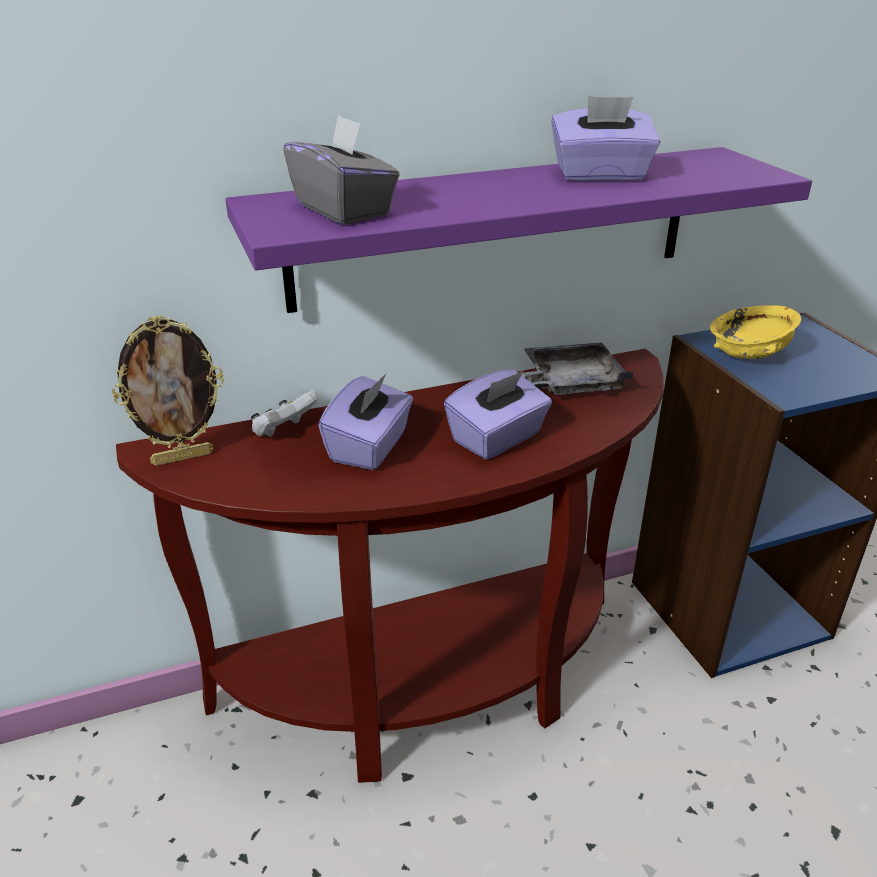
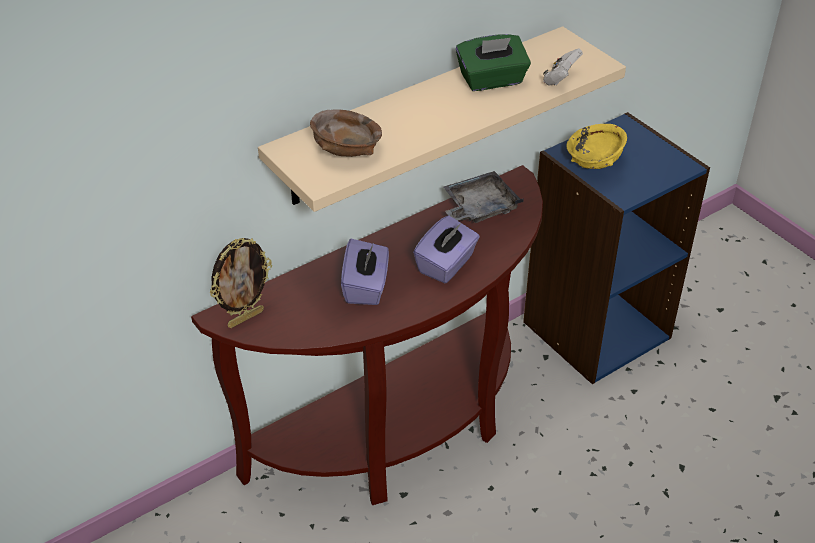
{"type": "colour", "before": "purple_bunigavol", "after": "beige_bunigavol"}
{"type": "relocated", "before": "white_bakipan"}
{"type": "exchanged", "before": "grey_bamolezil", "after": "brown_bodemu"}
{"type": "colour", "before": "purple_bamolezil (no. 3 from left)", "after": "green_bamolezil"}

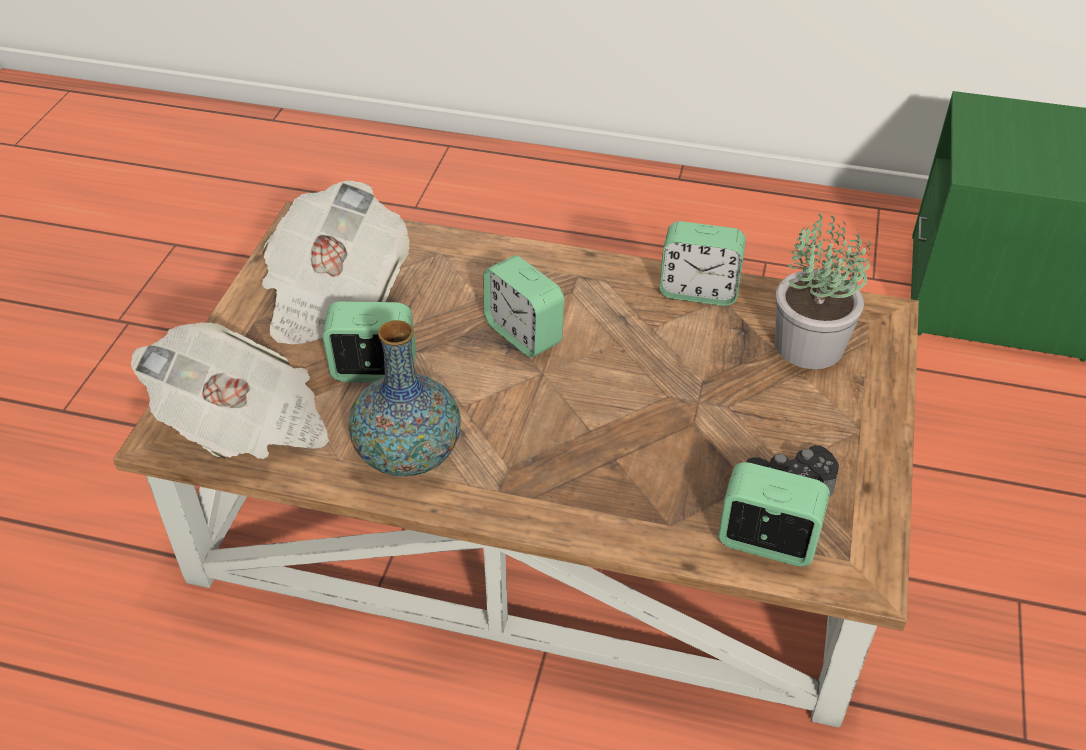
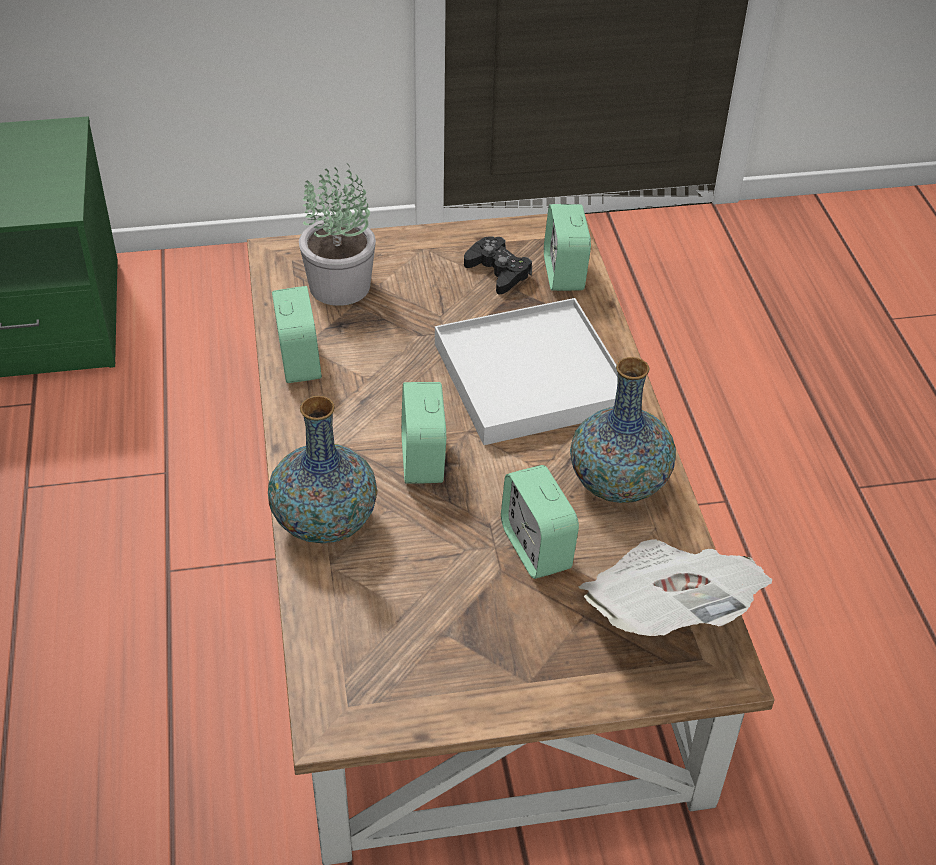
{"type": "missing", "before": "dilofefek (no. 2 from left)"}
{"type": "spun", "before": "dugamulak (no. 2 from left)", "turn": 150}
{"type": "appeared", "after": "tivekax (no. 1 from left)"}
{"type": "appeared", "after": "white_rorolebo"}

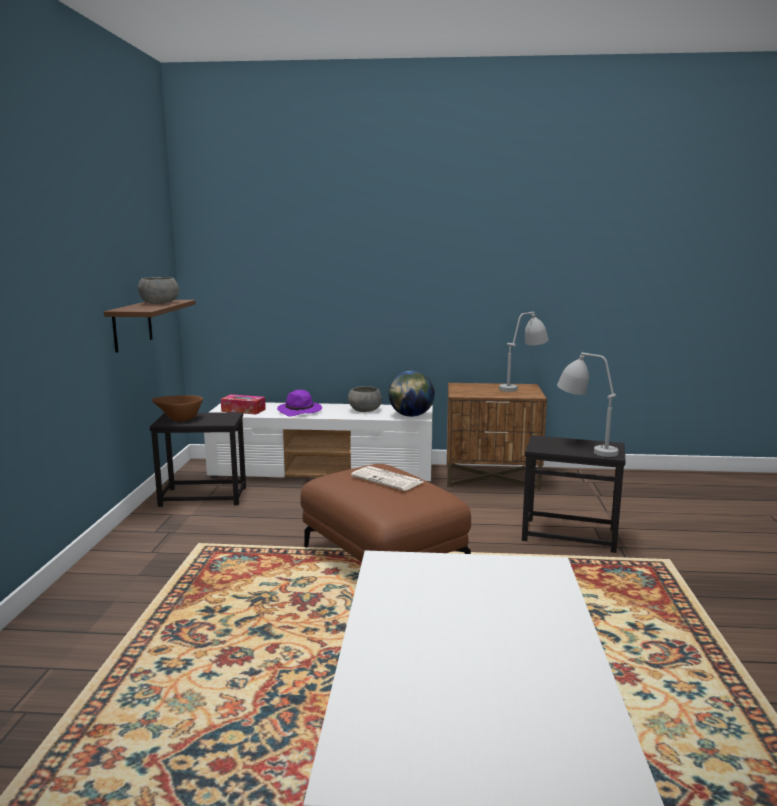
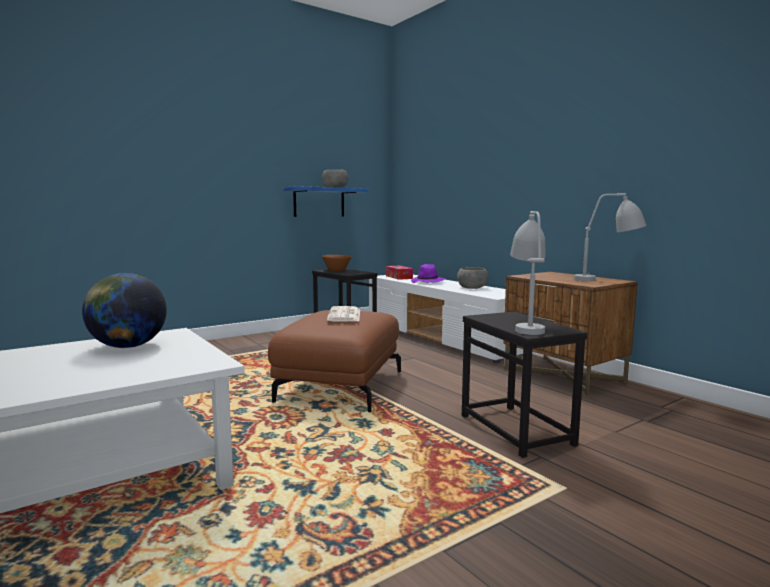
{"type": "colour", "before": "brown_bunigavol", "after": "blue_bunigavol"}
{"type": "relocated", "before": "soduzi"}

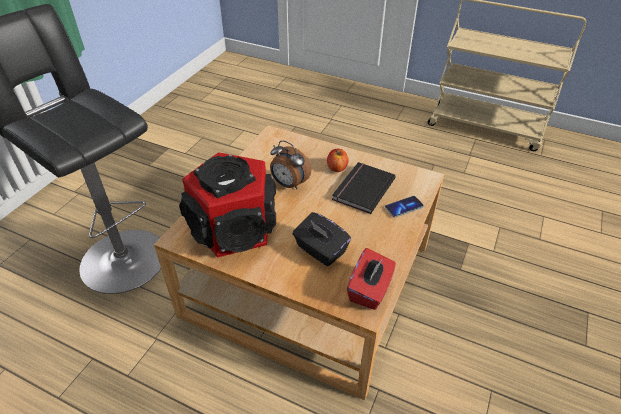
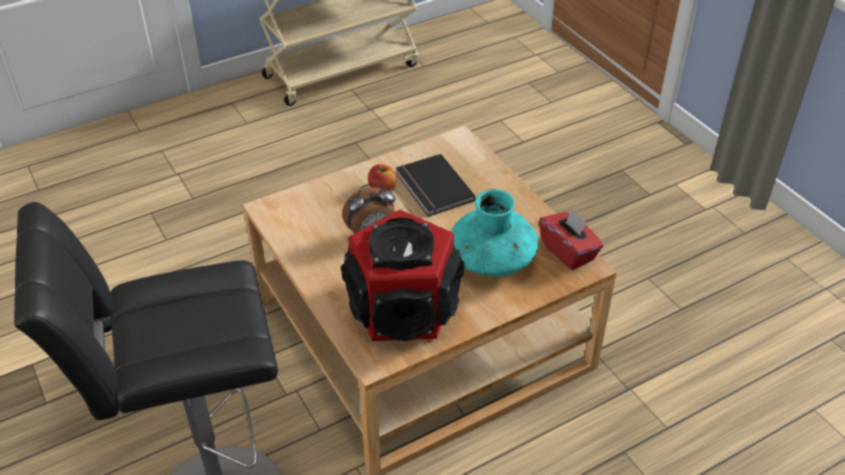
{"type": "exchanged", "before": "black_bamolezil", "after": "turquoise_tivekax"}
{"type": "missing", "before": "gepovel"}

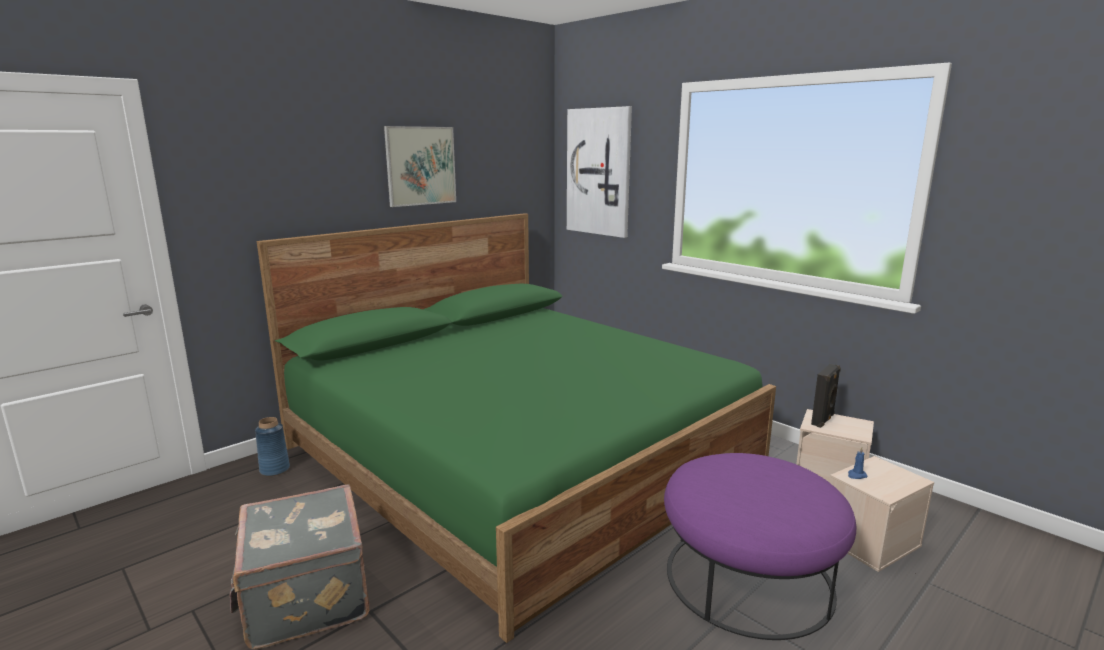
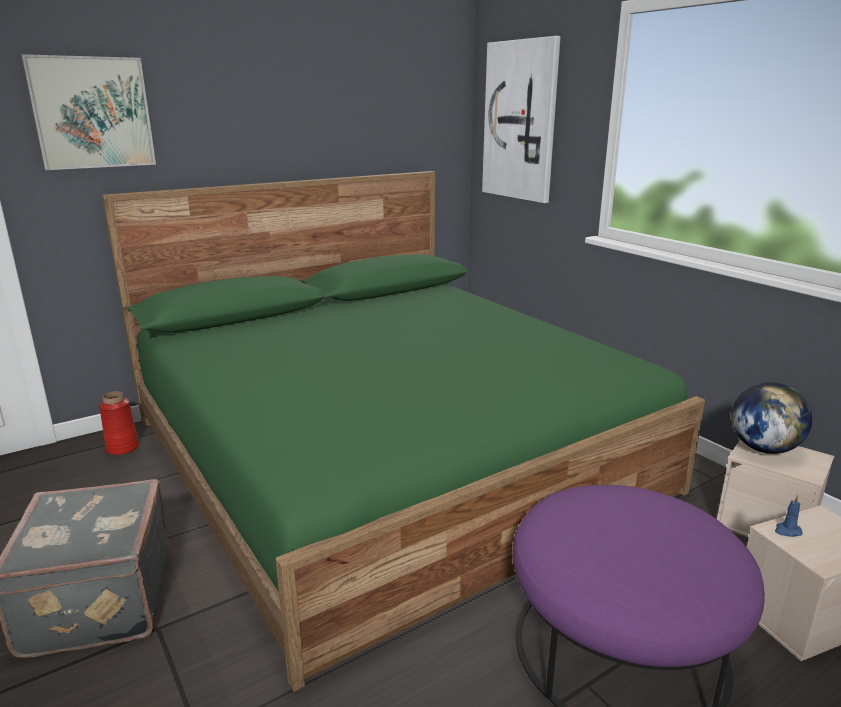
{"type": "colour", "before": "blue_tivekax", "after": "red_tivekax"}
{"type": "relocated", "before": "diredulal (no. 1 from left)"}
{"type": "exchanged", "before": "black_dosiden", "after": "soduzi"}

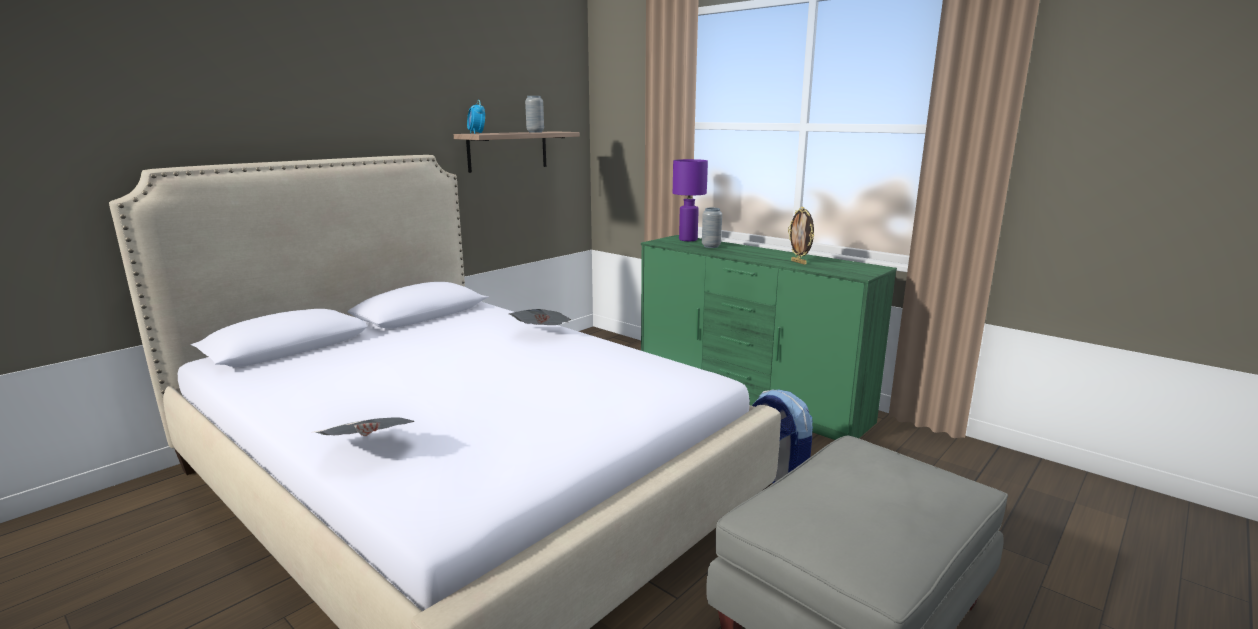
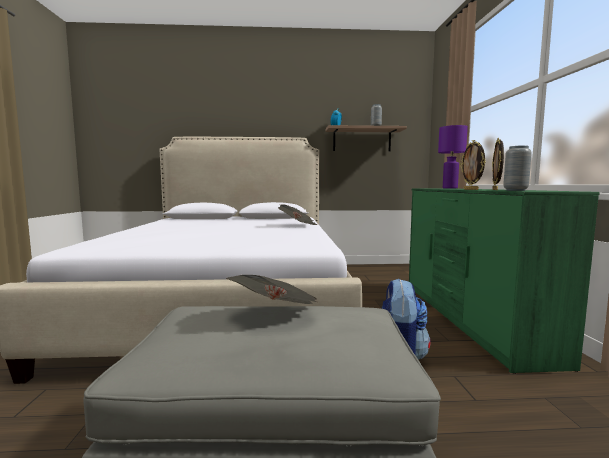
{"type": "relocated", "before": "dilofefek (no. 1 from left)"}
{"type": "relocated", "before": "grey_tivekax (no. 2 from left)"}
{"type": "appeared", "after": "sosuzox (no. 1 from left)"}

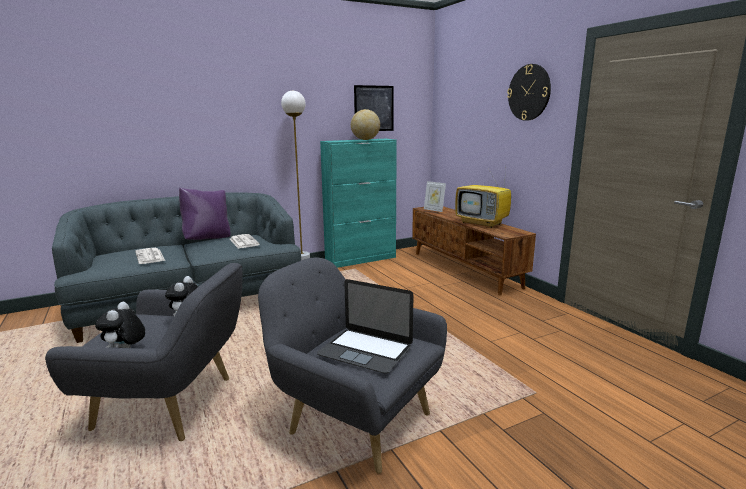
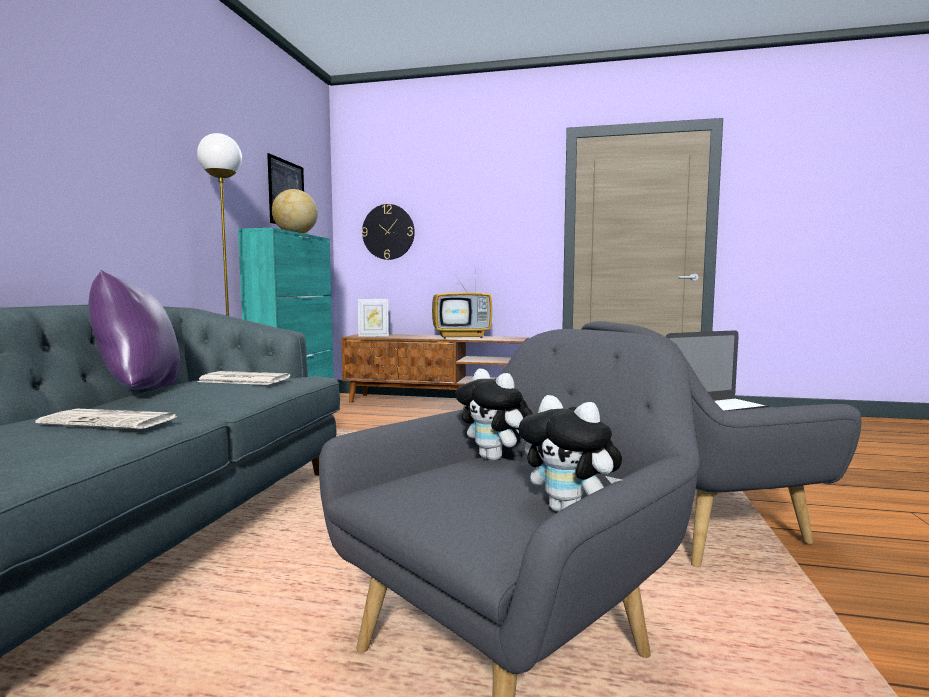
{"type": "relocated", "before": "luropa"}

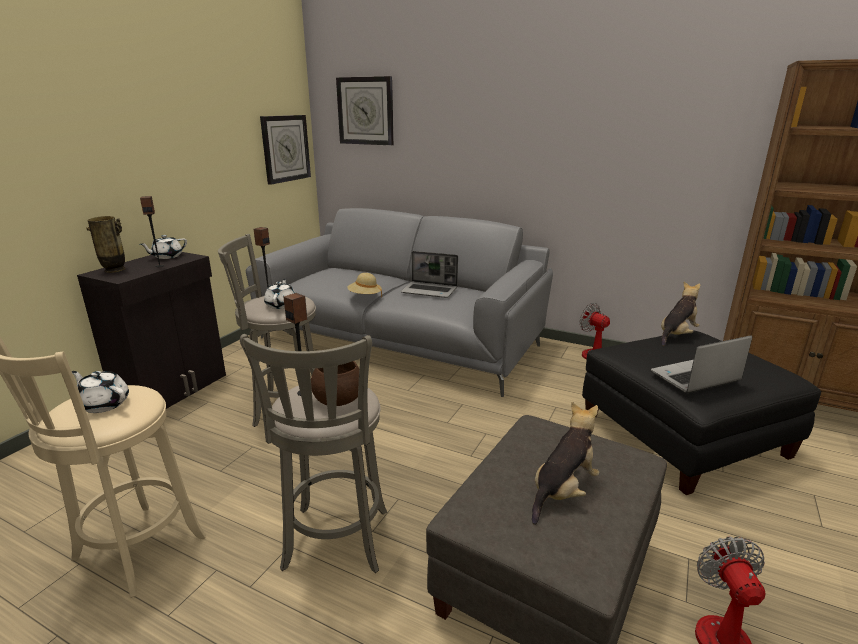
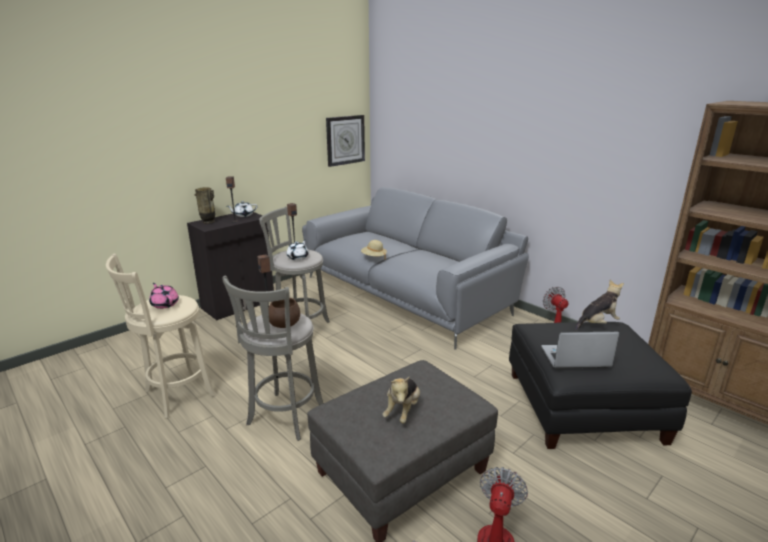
{"type": "colour", "before": "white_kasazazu (no. 1 from left)", "after": "pink_kasazazu"}
{"type": "missing", "before": "luropa (no. 2 from left)"}
{"type": "missing", "before": "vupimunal (no. 1 from left)"}
{"type": "spun", "before": "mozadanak (no. 1 from left)", "turn": 135}

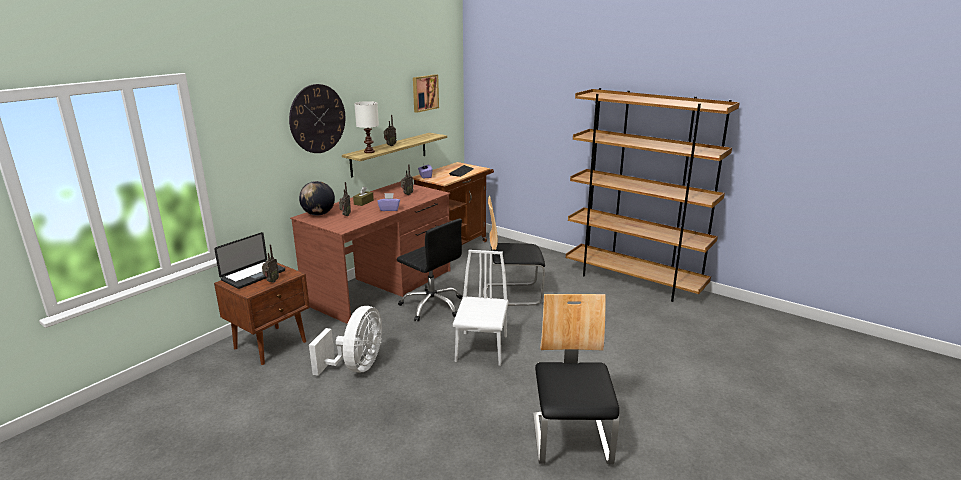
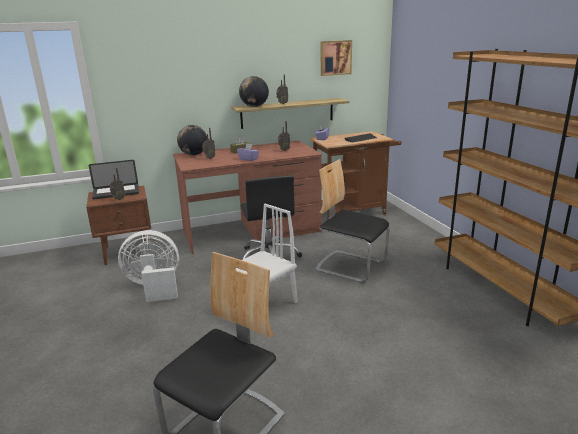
{"type": "missing", "before": "luropa"}
{"type": "spun", "before": "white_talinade", "turn": -150}
{"type": "exchanged", "before": "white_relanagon", "after": "soduzi (no. 2 from left)"}

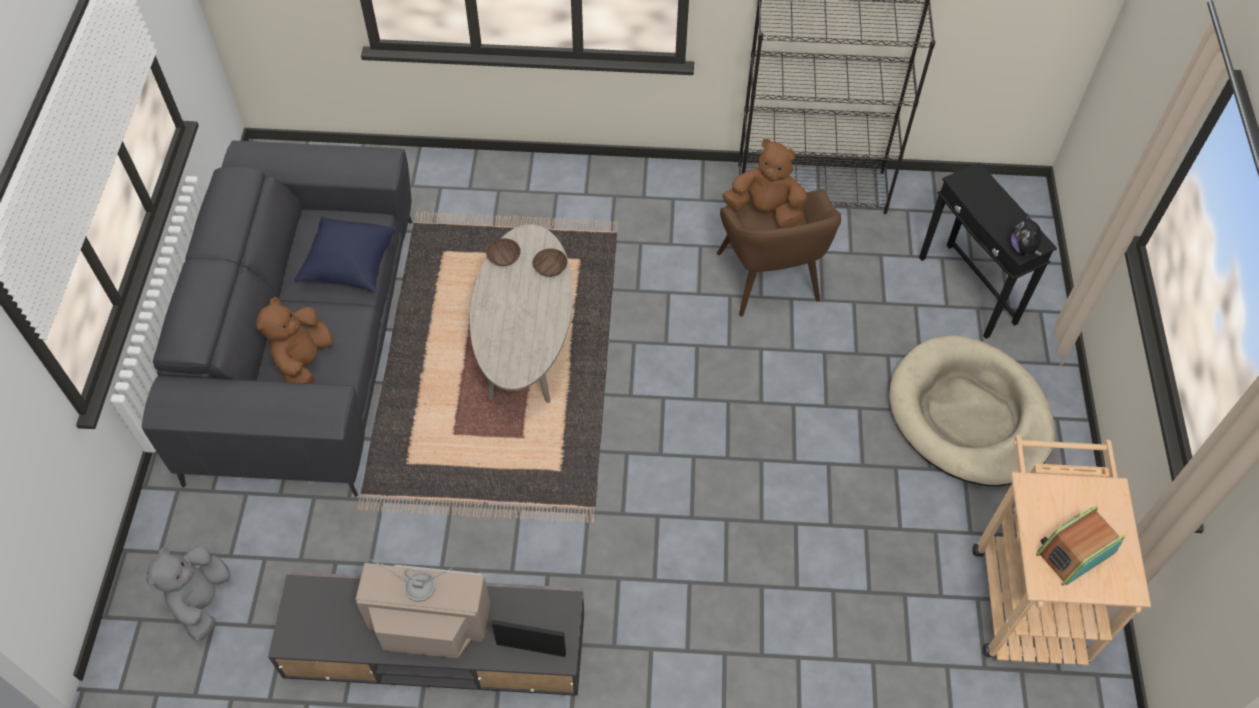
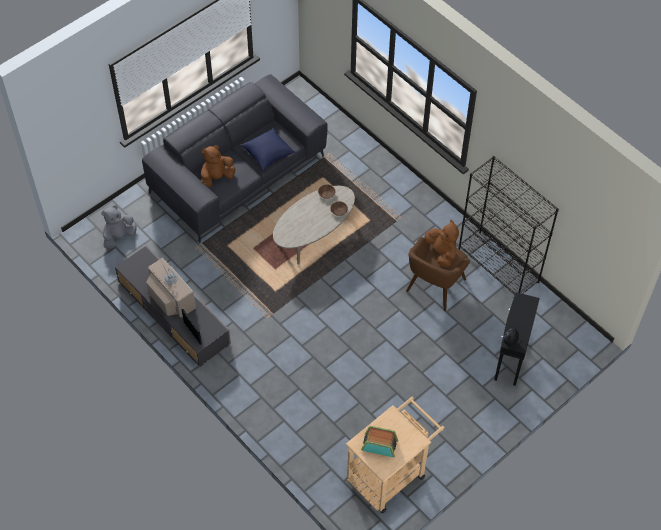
{"type": "missing", "before": "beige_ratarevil"}

